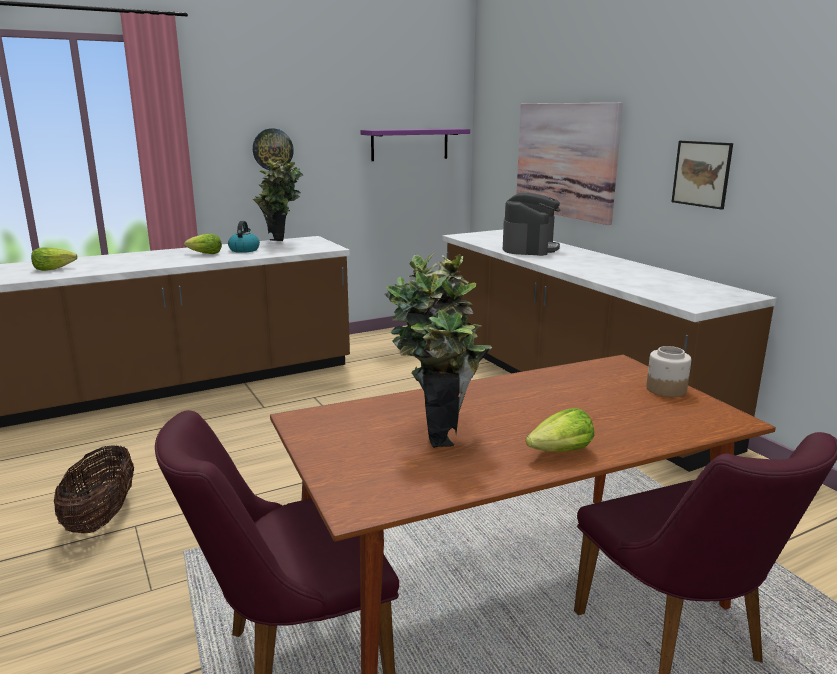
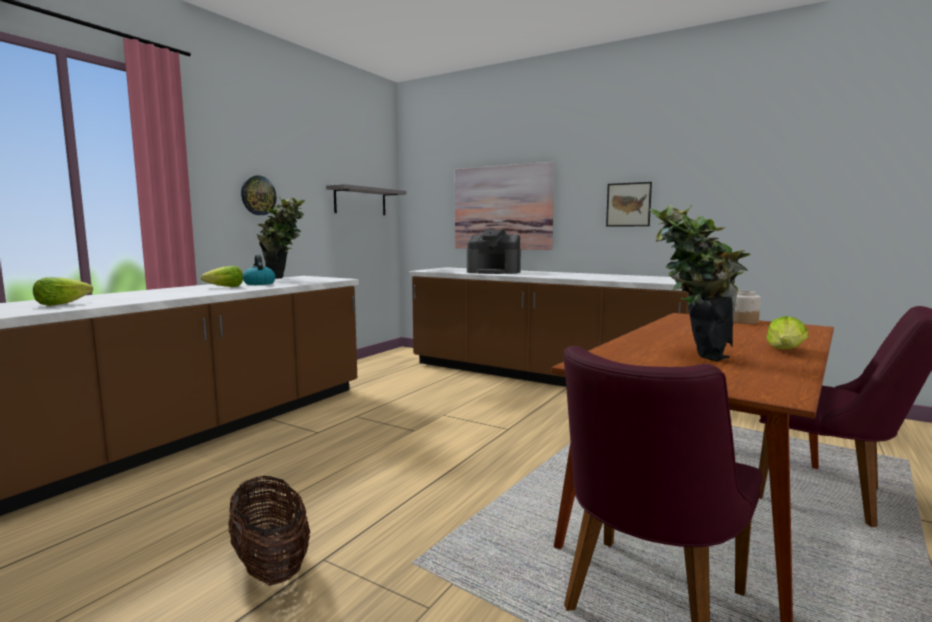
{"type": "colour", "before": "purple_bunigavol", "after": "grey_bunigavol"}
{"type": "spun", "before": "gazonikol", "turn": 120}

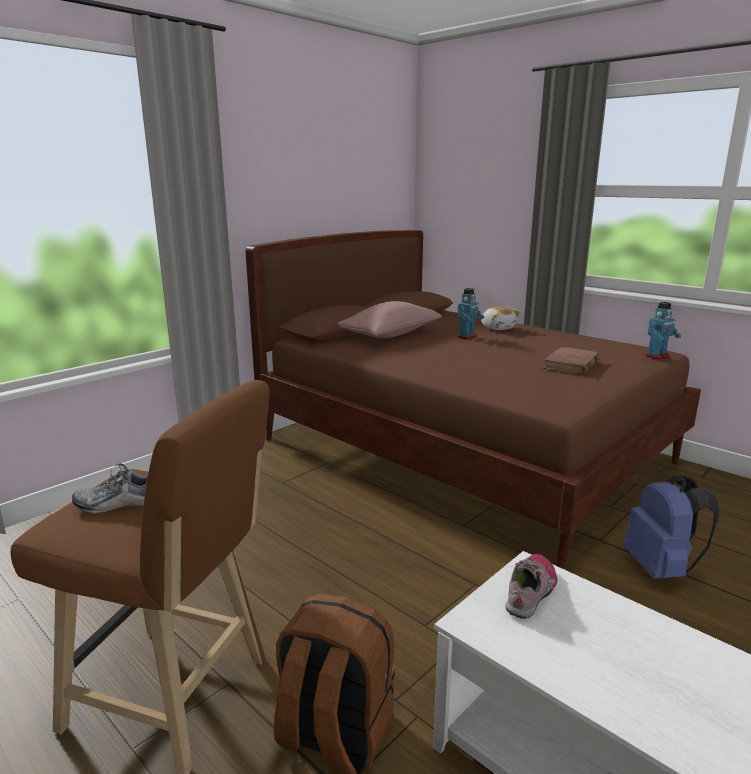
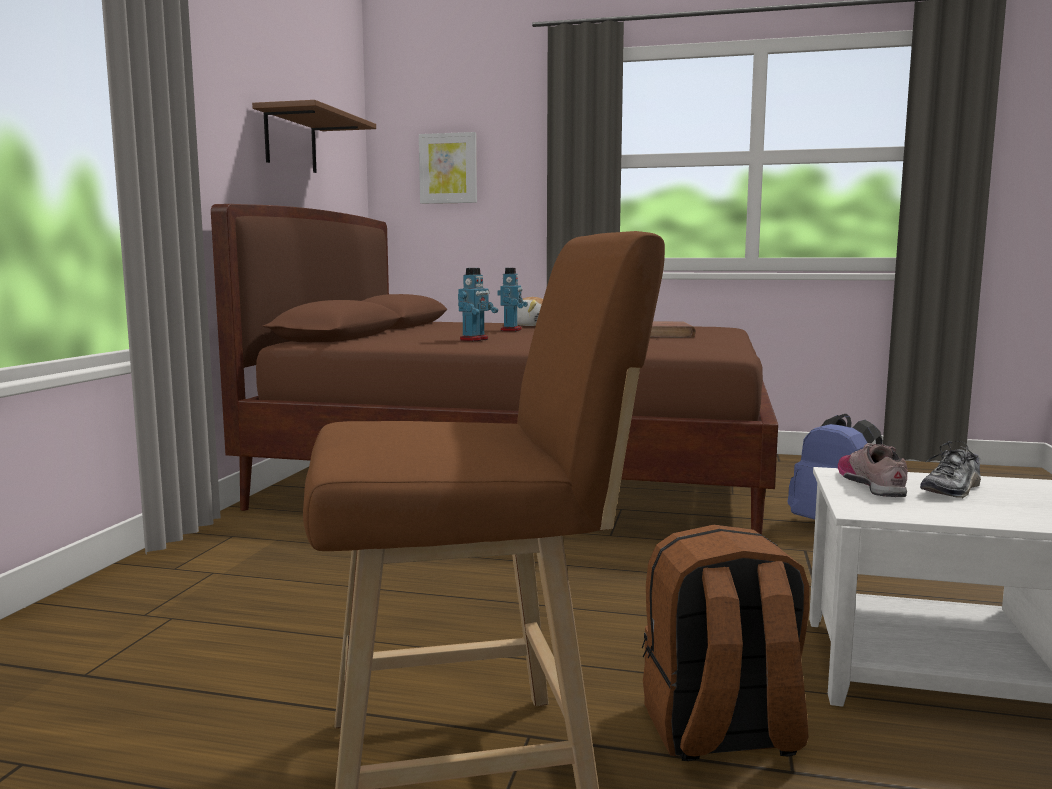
{"type": "relocated", "before": "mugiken (no. 1 from left in the first image)", "after": "mugiken (no. 2 from left)"}
{"type": "missing", "before": "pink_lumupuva"}
{"type": "relocated", "before": "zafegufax (no. 2 from left in the first image)", "after": "zafegufax (no. 1 from left)"}
{"type": "appeared", "after": "brown_bunigavol"}
{"type": "appeared", "after": "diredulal"}

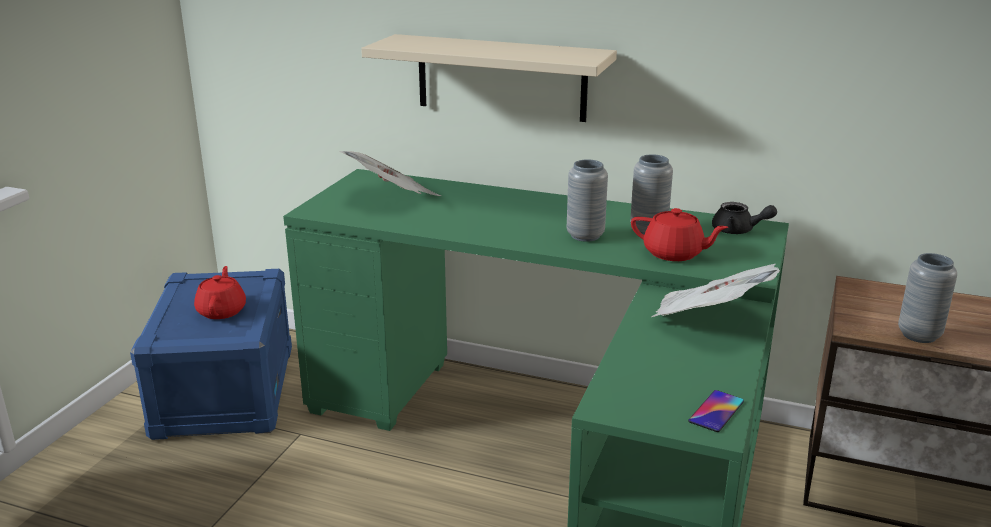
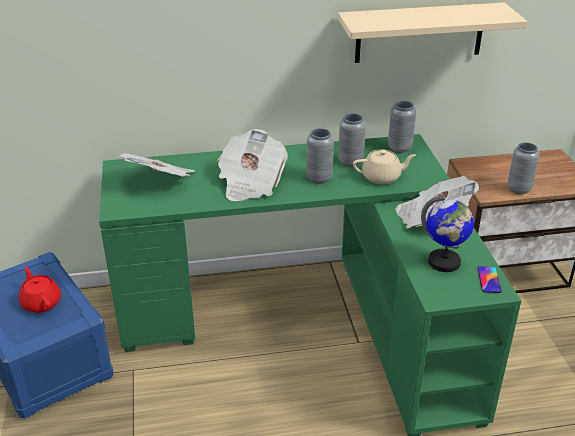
{"type": "relocated", "before": "beige_bunigavol"}
{"type": "colour", "before": "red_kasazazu (no. 2 from left)", "after": "beige_kasazazu"}
{"type": "exchanged", "before": "black_kasazazu", "after": "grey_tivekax (no. 3 from left)"}
{"type": "appeared", "after": "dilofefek (no. 2 from left)"}
{"type": "appeared", "after": "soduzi"}

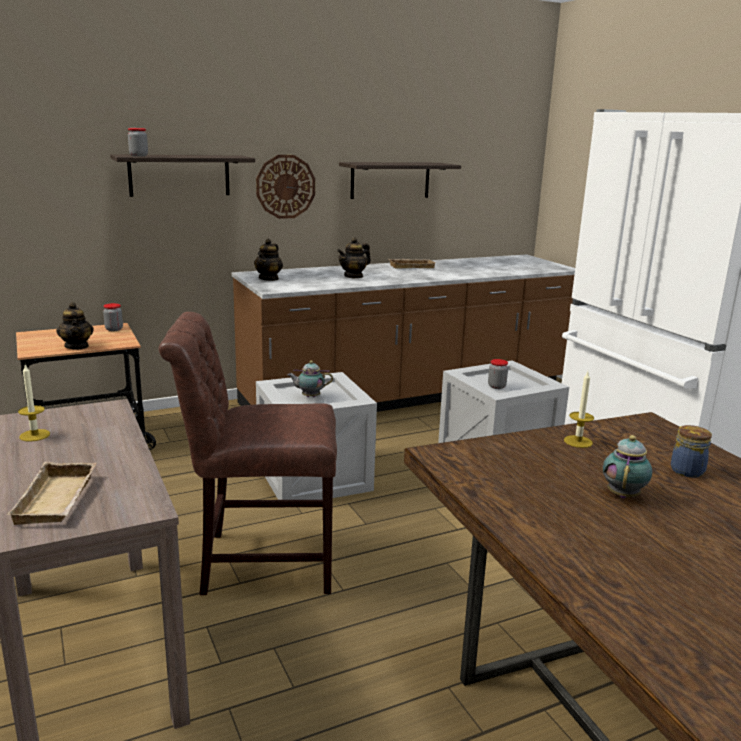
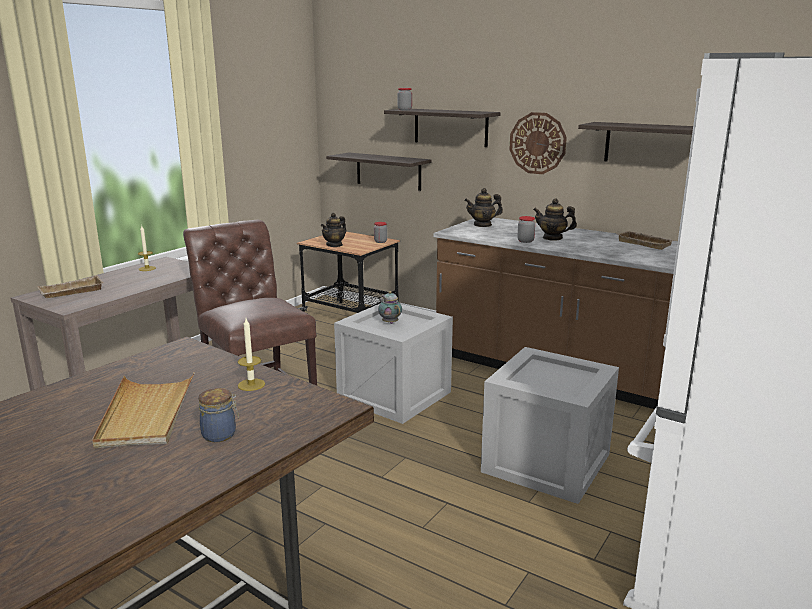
{"type": "relocated", "before": "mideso (no. 3 from left in the first image)", "after": "mideso (no. 4 from left)"}
{"type": "exchanged", "before": "kasazazu (no. 5 from left)", "after": "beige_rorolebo (no. 2 from left)"}
{"type": "appeared", "after": "bunigavol (no. 1 from left)"}

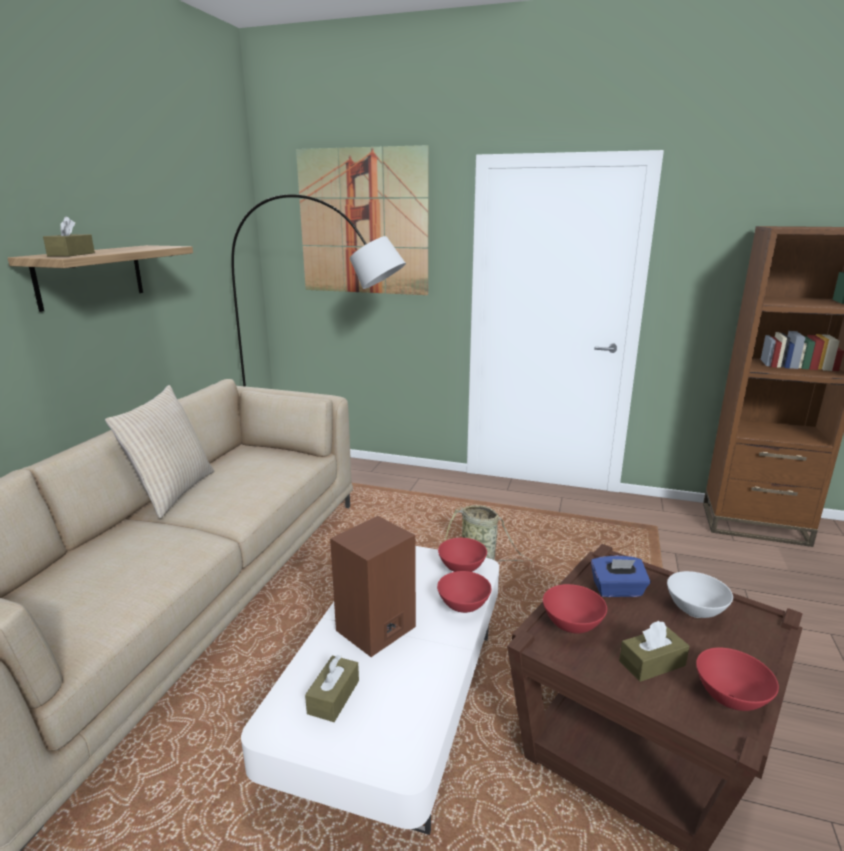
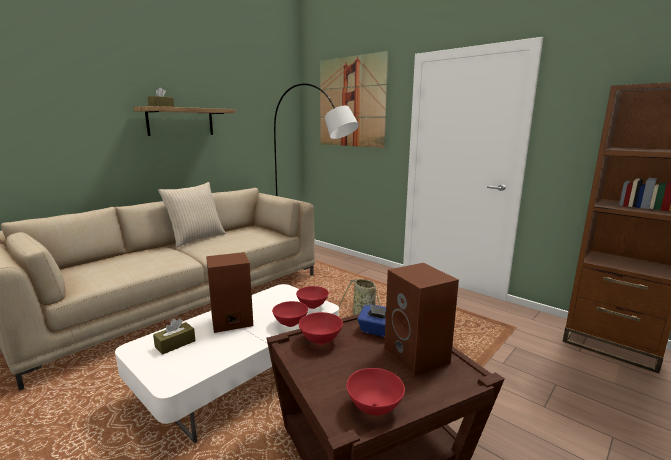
{"type": "missing", "before": "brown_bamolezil (no. 3 from left)"}
{"type": "exchanged", "before": "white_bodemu", "after": "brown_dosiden (no. 2 from left)"}

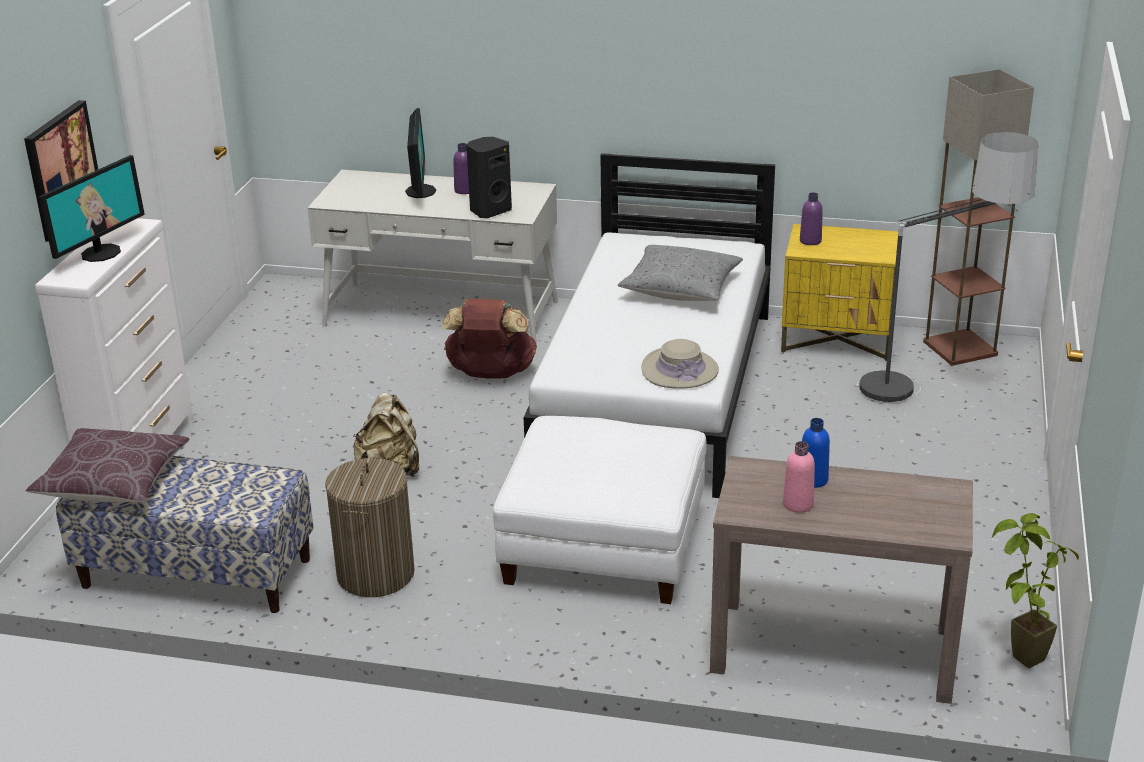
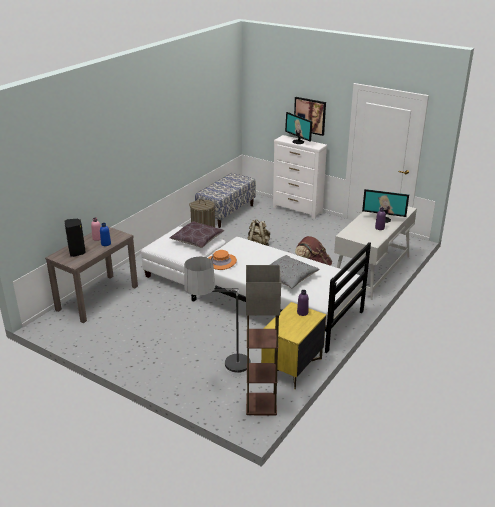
{"type": "relocated", "before": "brown_lumupuva"}
{"type": "relocated", "before": "black_dosiden"}
{"type": "colour", "before": "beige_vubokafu", "after": "orange_vubokafu"}
{"type": "missing", "before": "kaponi"}

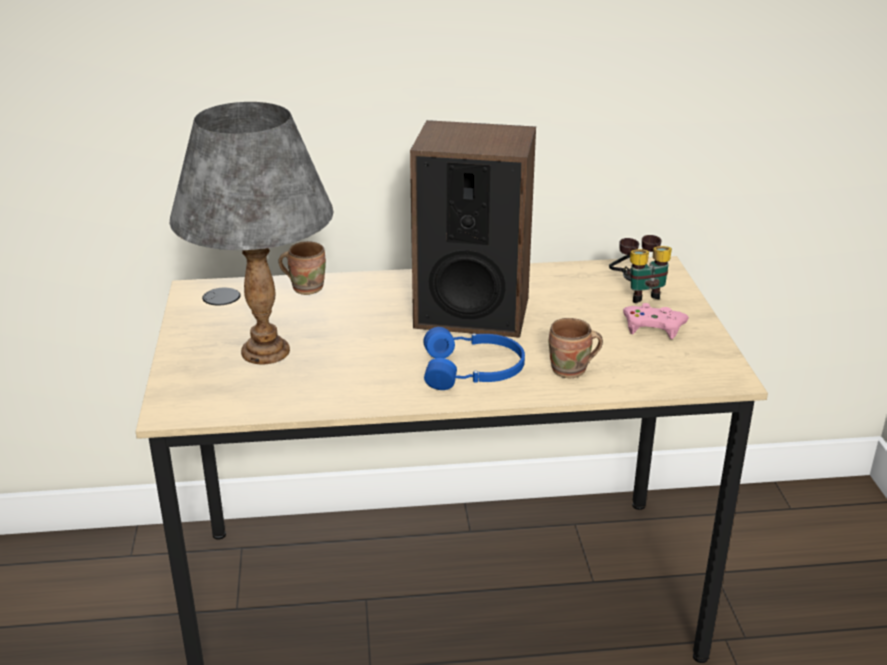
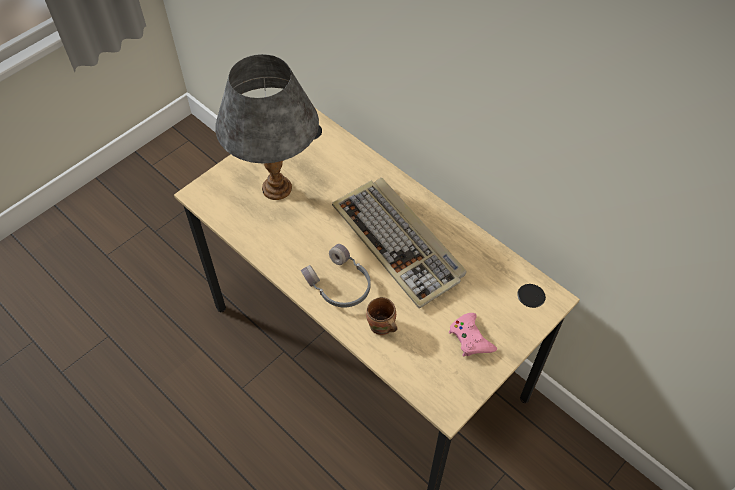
{"type": "missing", "before": "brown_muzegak (no. 1 from left)"}
{"type": "exchanged", "before": "dosiden", "after": "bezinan"}
{"type": "colour", "before": "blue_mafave", "after": "grey_mafave"}
{"type": "missing", "before": "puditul"}

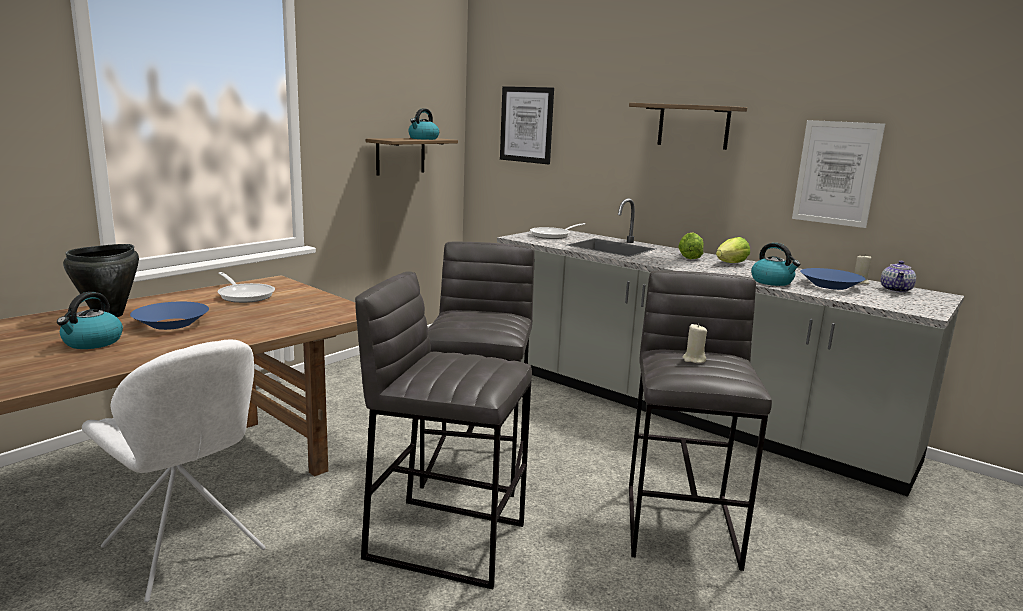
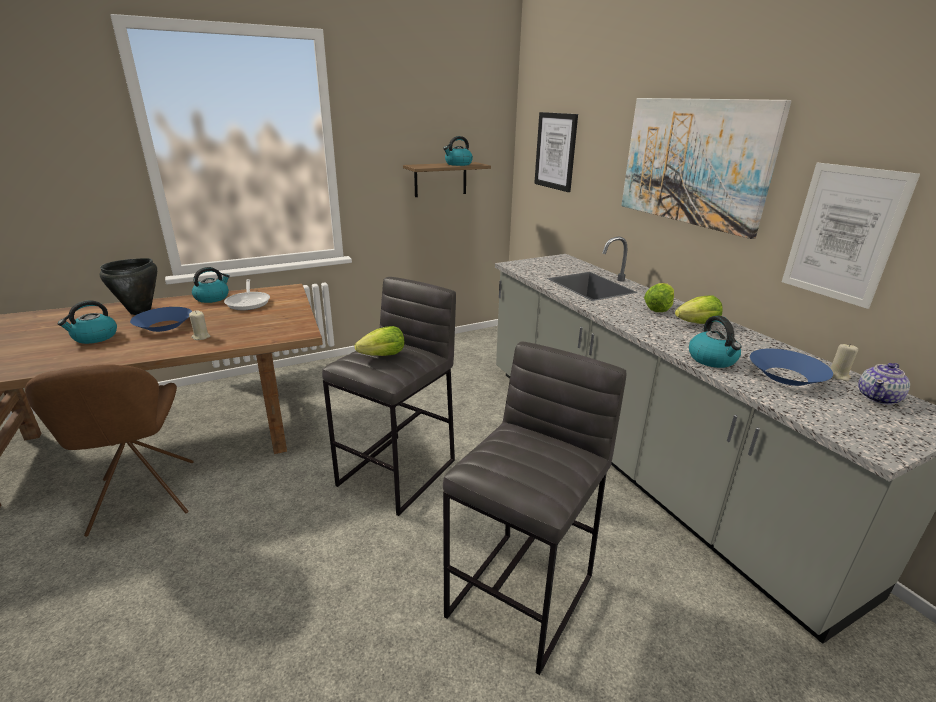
{"type": "colour", "before": "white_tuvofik", "after": "brown_tuvofik"}
{"type": "missing", "before": "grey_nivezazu (no. 1 from left)"}
{"type": "missing", "before": "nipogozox (no. 2 from left)"}
{"type": "exchanged", "before": "bunigavol (no. 2 from left)", "after": "diredulal (no. 2 from left)"}
{"type": "relocated", "before": "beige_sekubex (no. 1 from left)"}
{"type": "appeared", "after": "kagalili (no. 2 from left)"}
{"type": "appeared", "after": "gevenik (no. 1 from left)"}

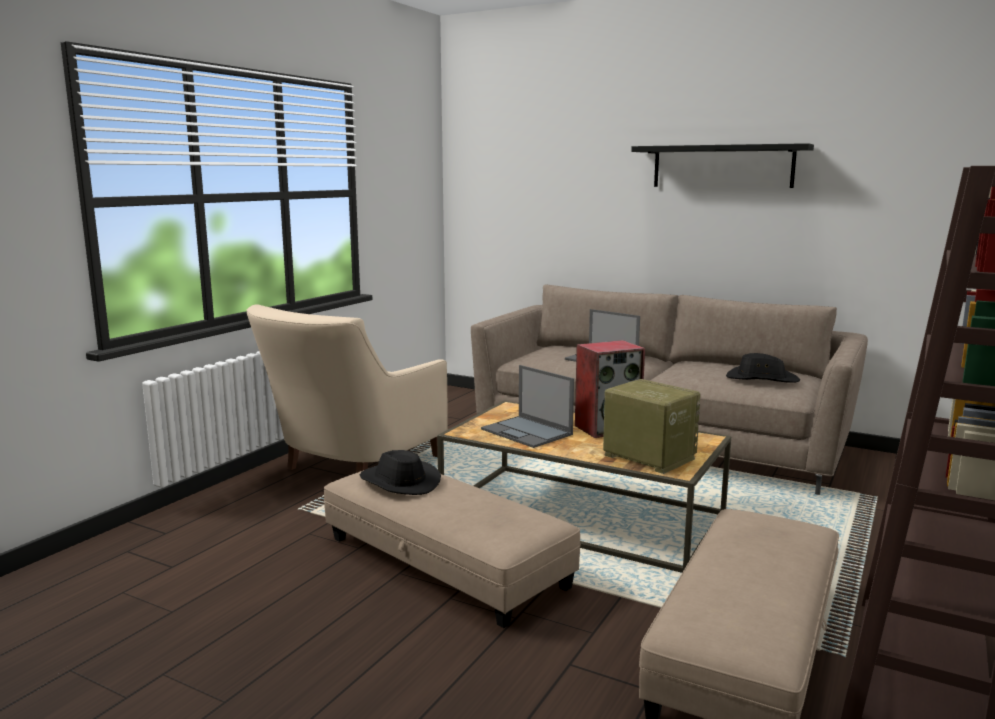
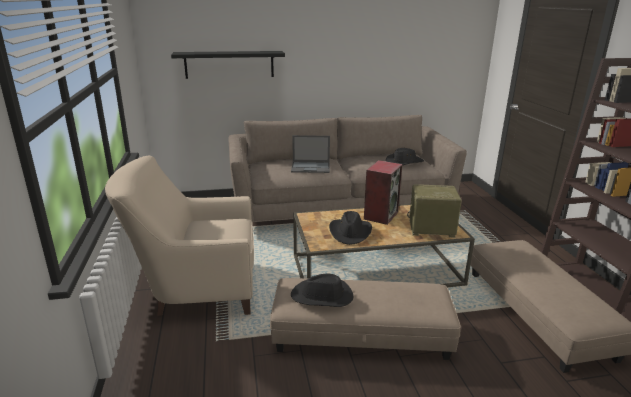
{"type": "spun", "before": "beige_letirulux", "turn": 90}
{"type": "exchanged", "before": "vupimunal (no. 1 from left)", "after": "black_vubokafu (no. 2 from left)"}
{"type": "relocated", "before": "black_bunigavol"}

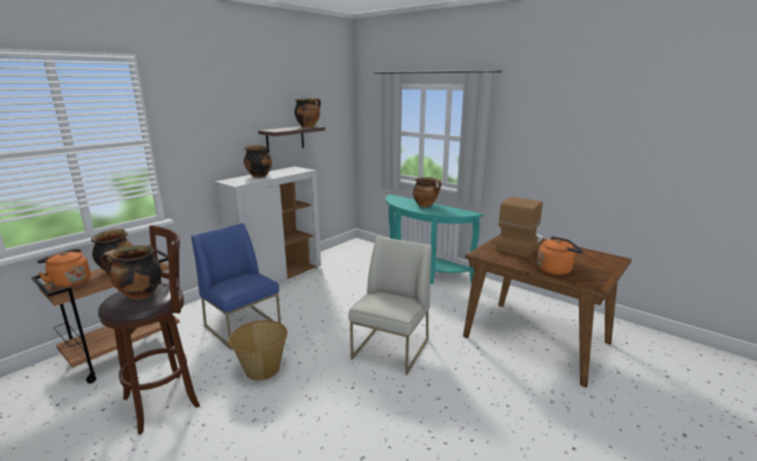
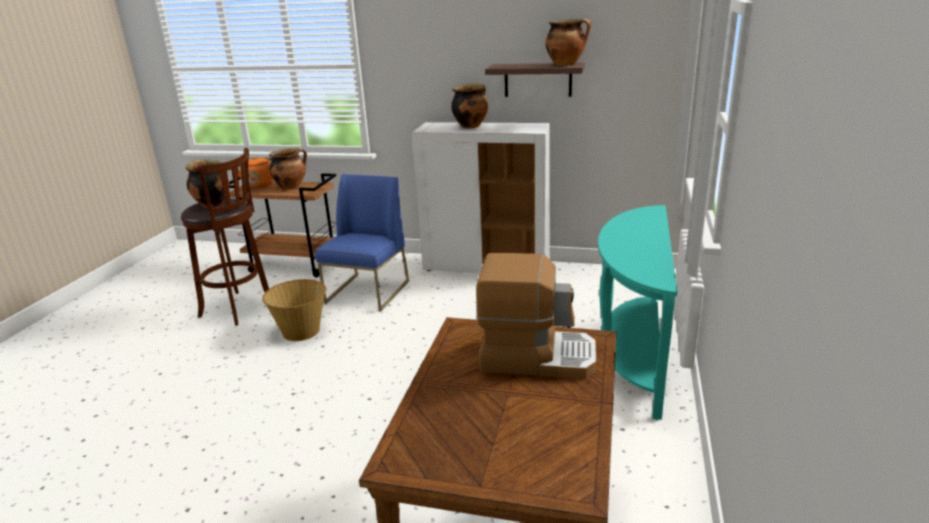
{"type": "missing", "before": "white_tuvofik"}
{"type": "missing", "before": "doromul (no. 5 from left)"}
{"type": "missing", "before": "orange_kagalili (no. 2 from left)"}

